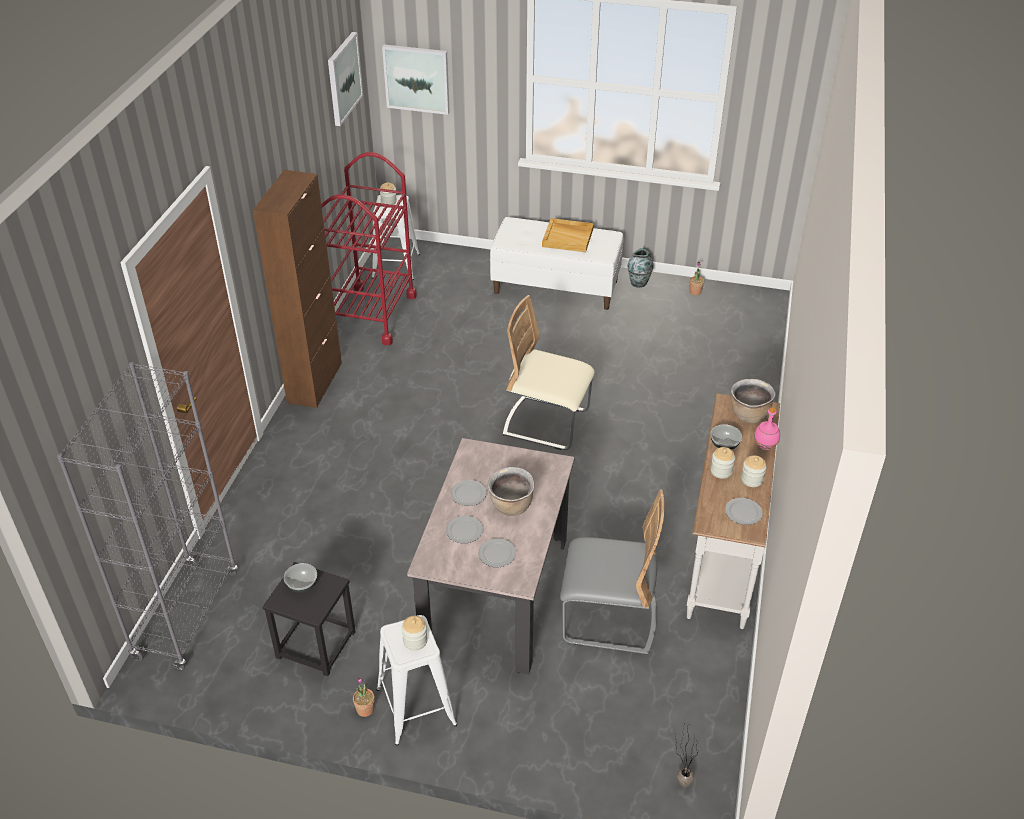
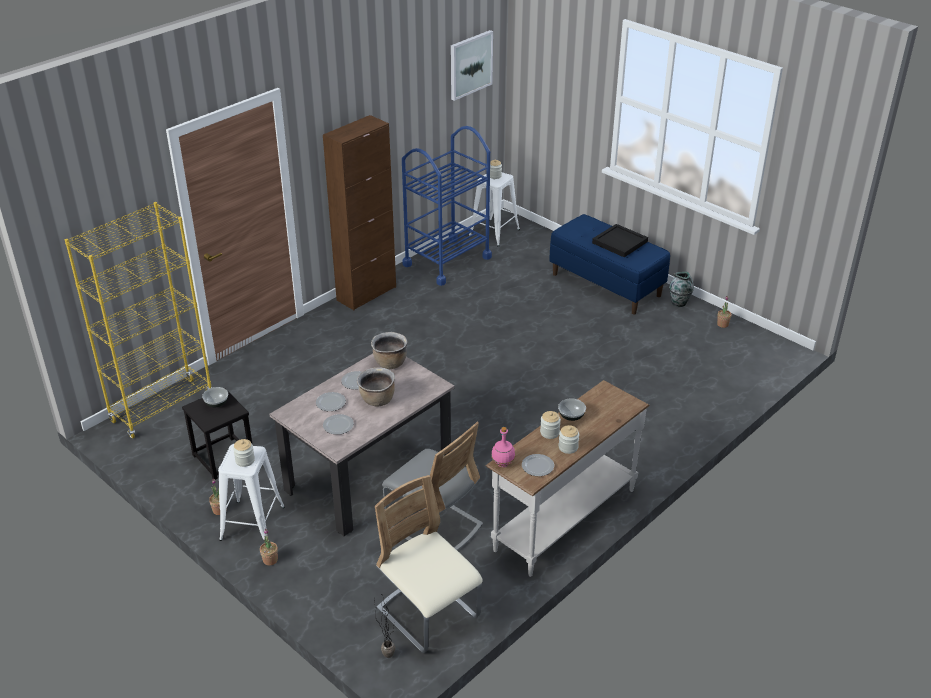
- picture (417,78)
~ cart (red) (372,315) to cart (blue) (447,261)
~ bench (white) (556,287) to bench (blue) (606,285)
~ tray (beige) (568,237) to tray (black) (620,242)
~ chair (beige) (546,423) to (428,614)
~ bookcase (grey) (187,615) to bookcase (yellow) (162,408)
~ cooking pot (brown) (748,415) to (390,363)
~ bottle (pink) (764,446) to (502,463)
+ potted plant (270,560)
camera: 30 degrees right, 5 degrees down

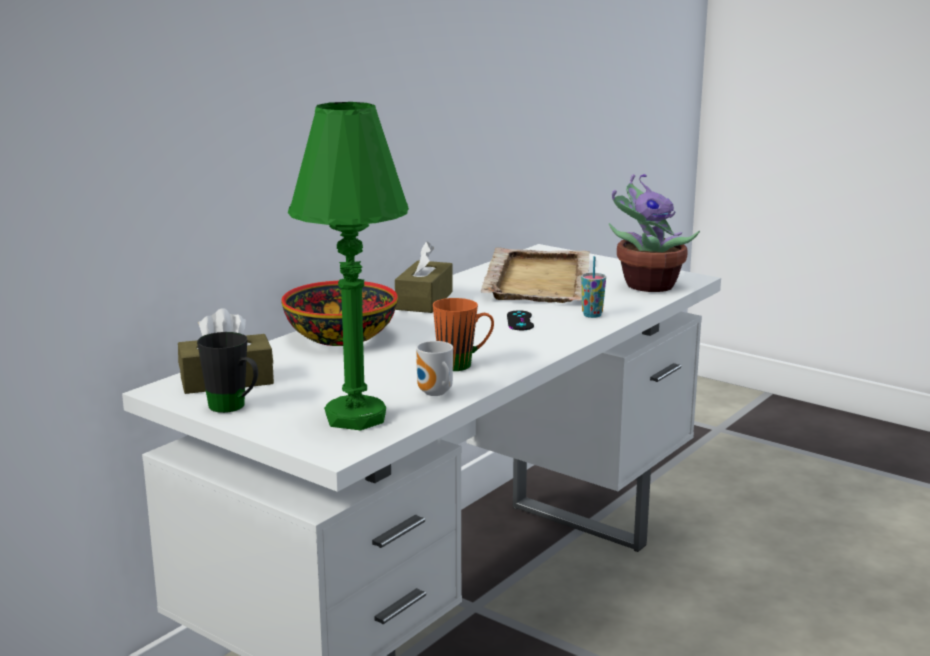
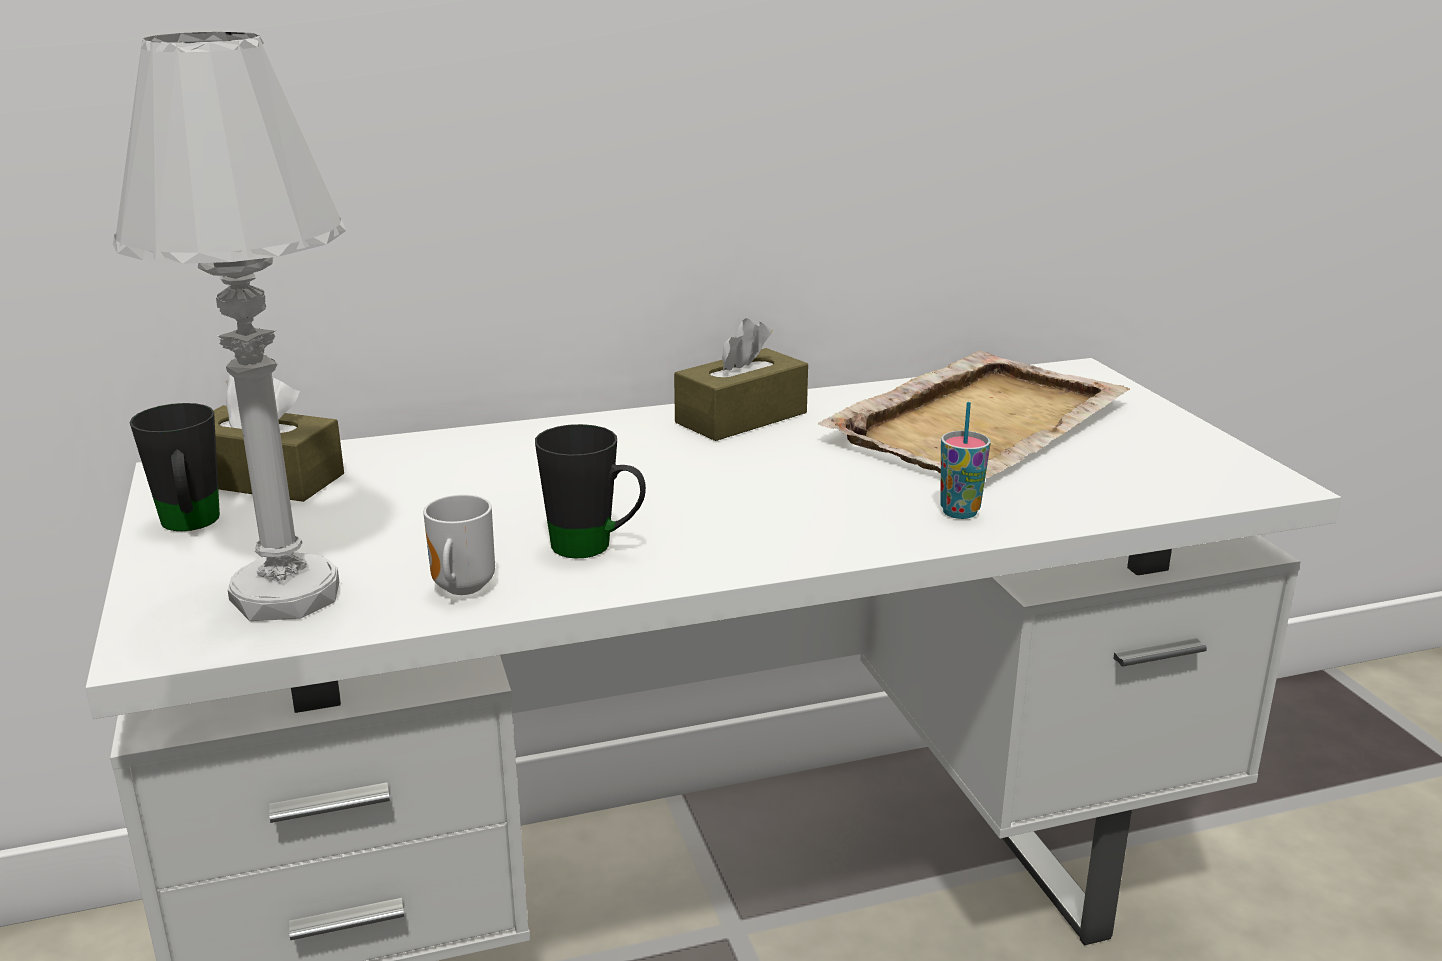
~ table lamp (green) (355,418) to table lamp (white) (285,595)
- potted plant (646,285)
- bowl (339,337)
~ mug (orange) (463,364) to mug (black) (595,548)
- game controller (black) (520,321)
camera: 35 degrees right, 5 degrees up

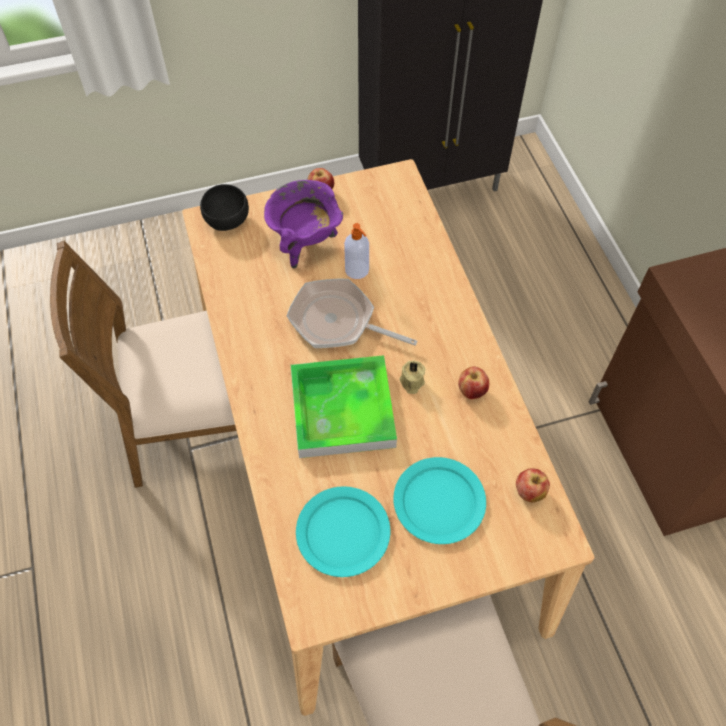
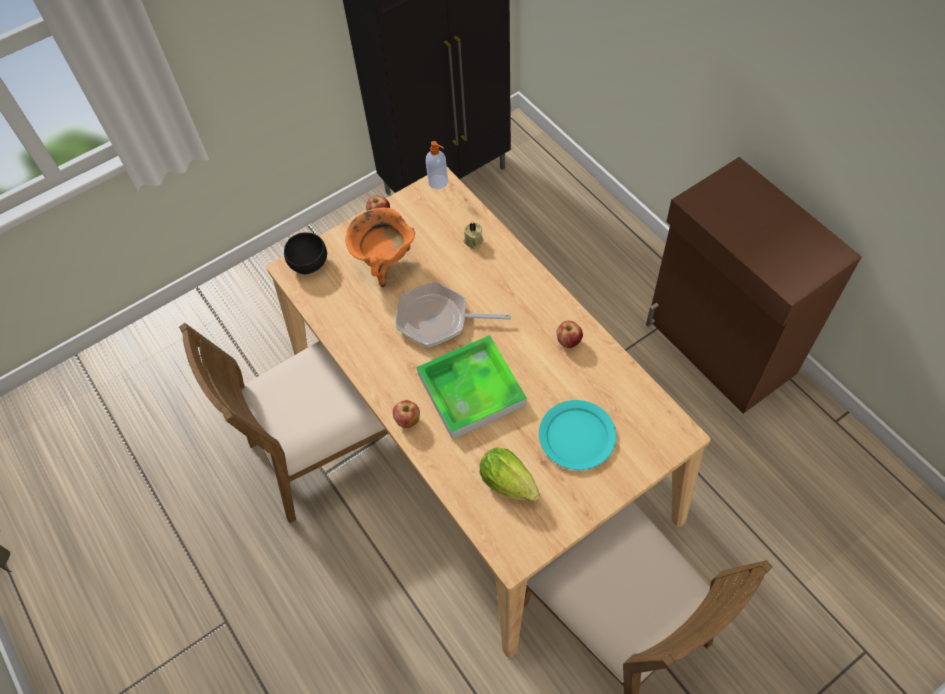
~ cooking pot (purple) (305,244) to cooking pot (orange) (384,263)
~ soap dispenser (357,270) to (438,182)
~ candle (beige) (411,382) to (473,241)
~ apple (529,492) to (407,420)
~ plate (turquoise) (343,532) to lettuce (511,485)
camera: 15 degrees left, 0 degrees up

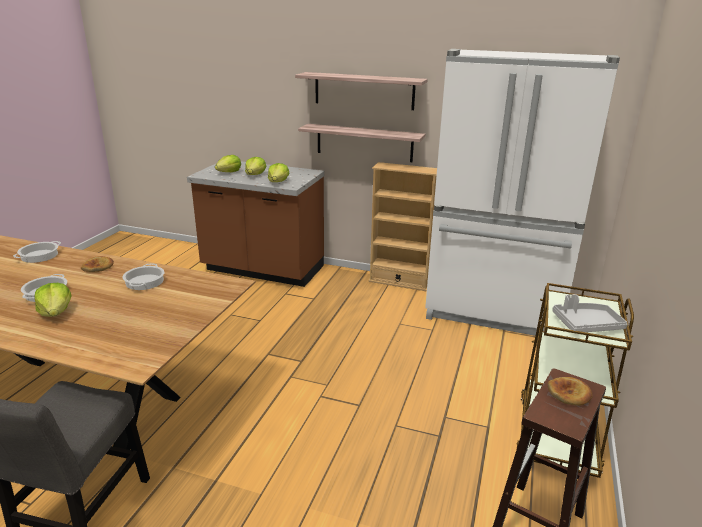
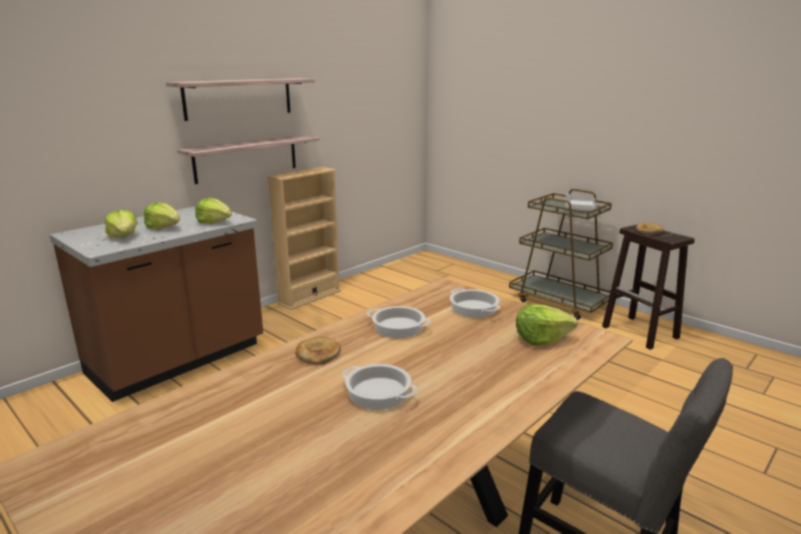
- fridge (white) (494,312)
~ cooking pot (39,255) to (473,308)
~ lettuce (56,312) to (541,339)
camera: 65 degrees left, 5 degrees down

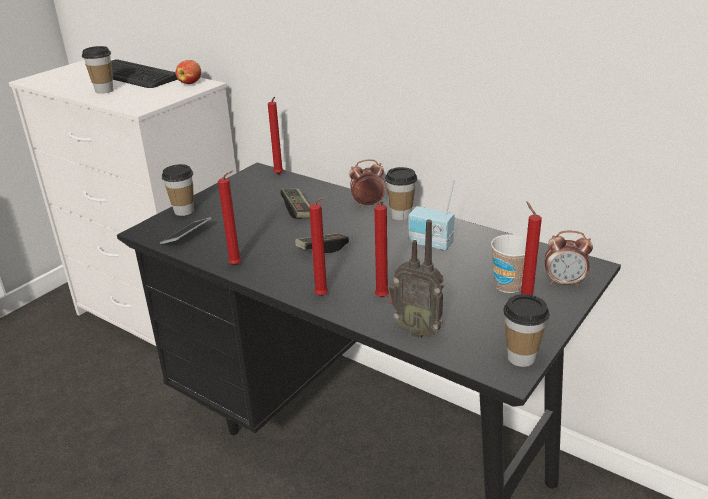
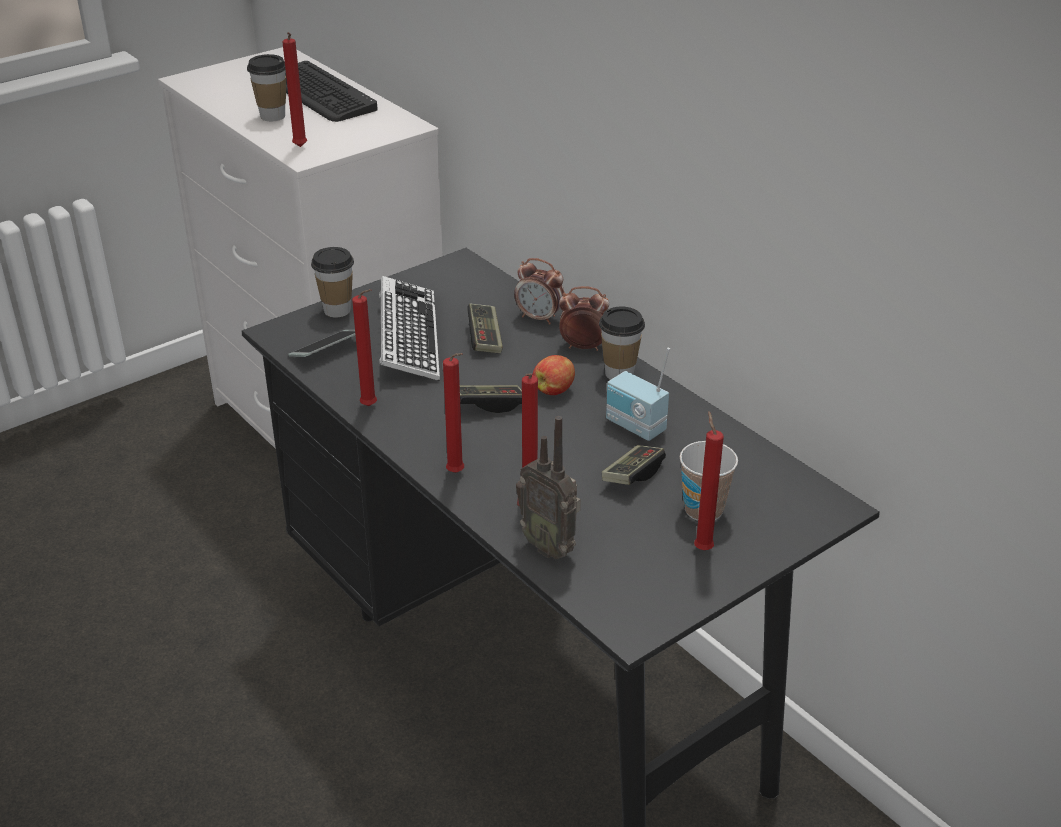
~ apple (190,83) to (554,390)
~ candle (red) (279,175) to (300,148)
~ alarm clock (564,282) to (539,318)
- cup (521,358)
+ keyboard (408,337)
+ game controller (632,475)
camera: 15 degrees right, 5 degrees up

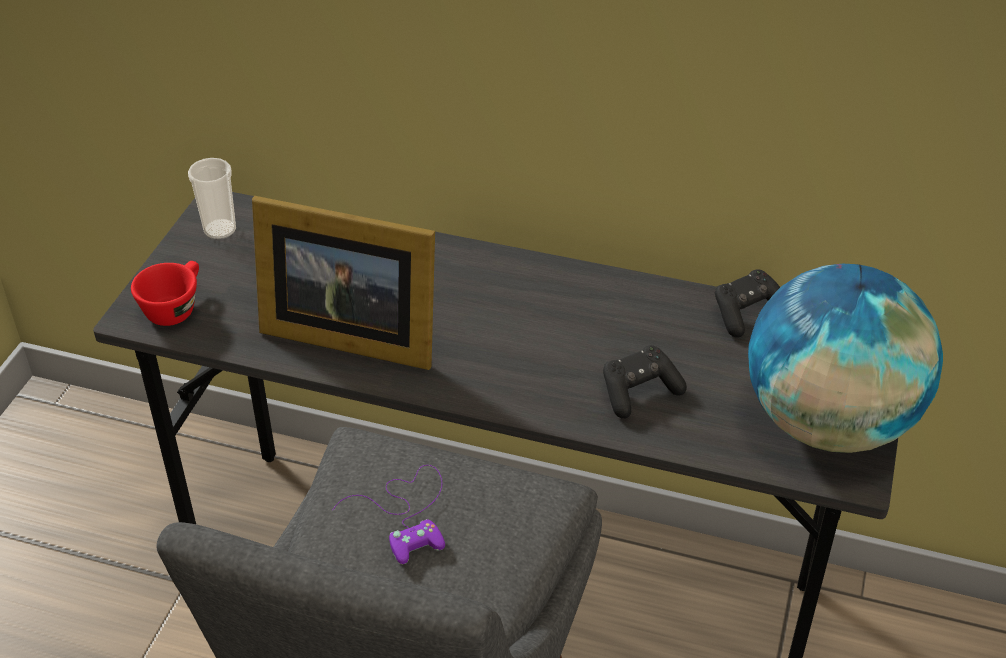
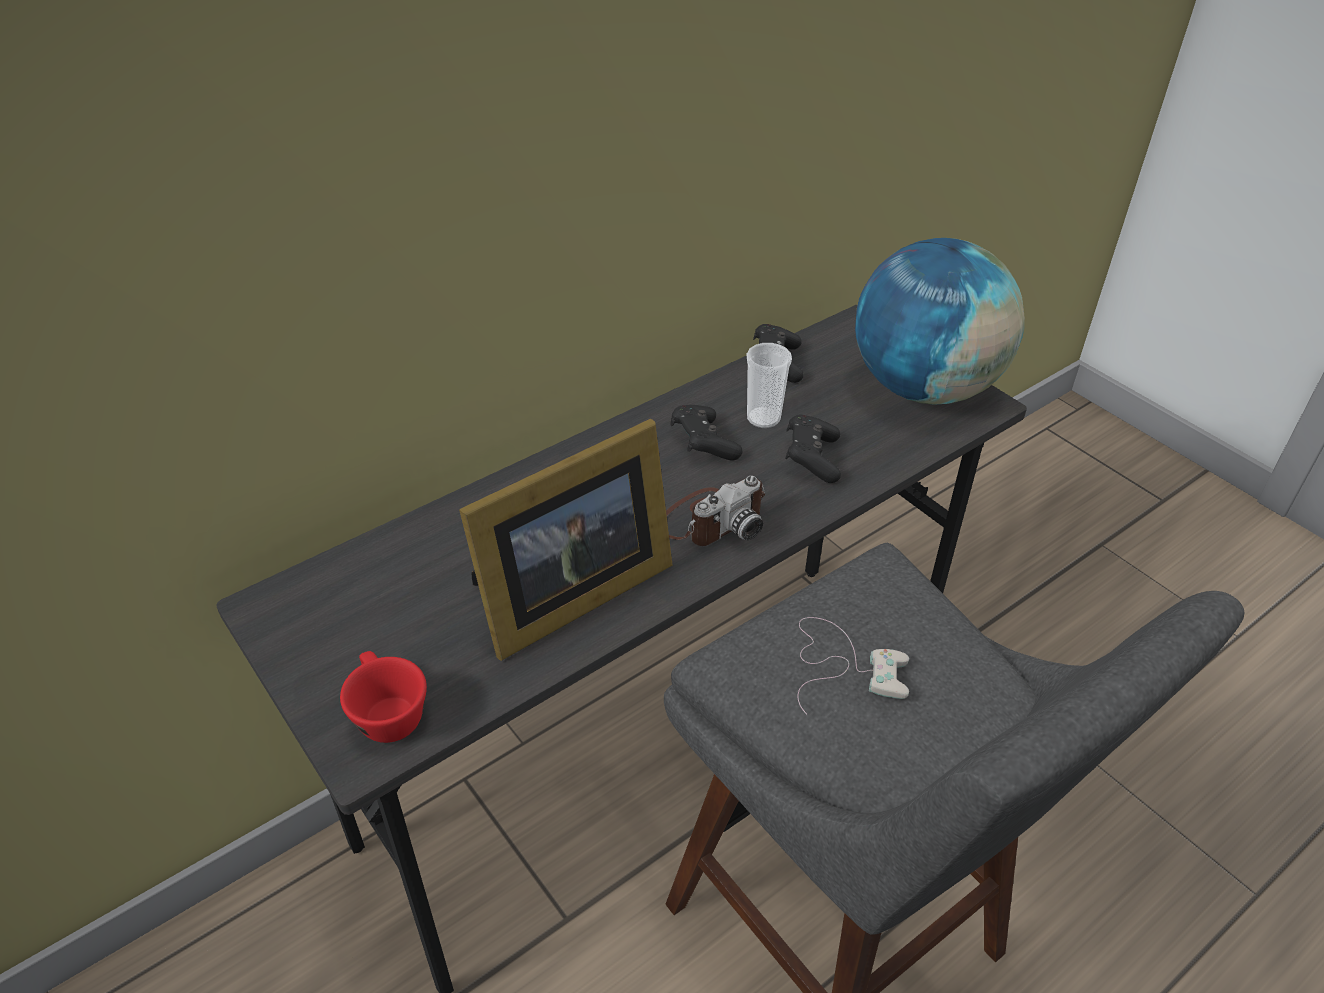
~ cup (220,229) to (763,418)
~ game controller (purple) (407,513) to game controller (white) (843,664)
+ game controller (black) (703,444)
+ photo camera (712,520)
camera: 55 degrees left, 0 degrees up

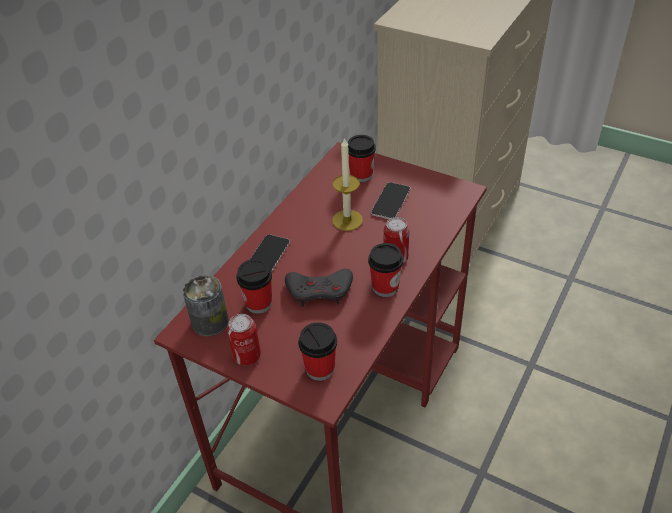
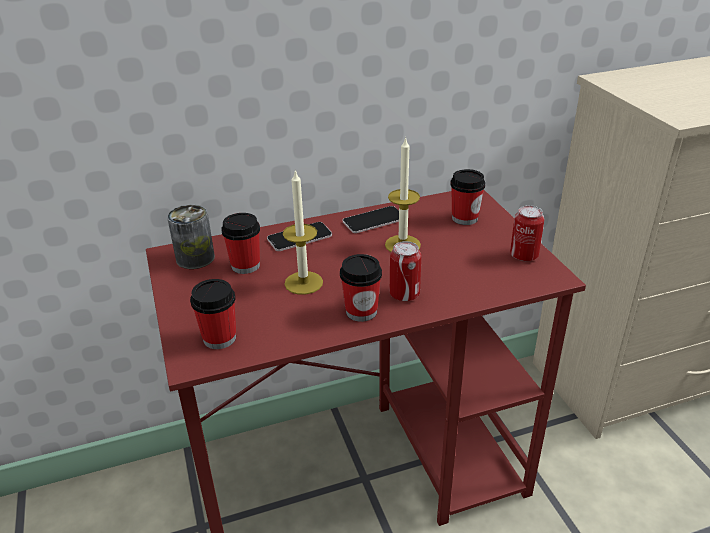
~ phone (390,201) to (373,220)
~ game controller (grey) (319,290) to candle (303,283)
~ can (247,355) to (524,255)
camera: 40 degrees right, 10 degrees down

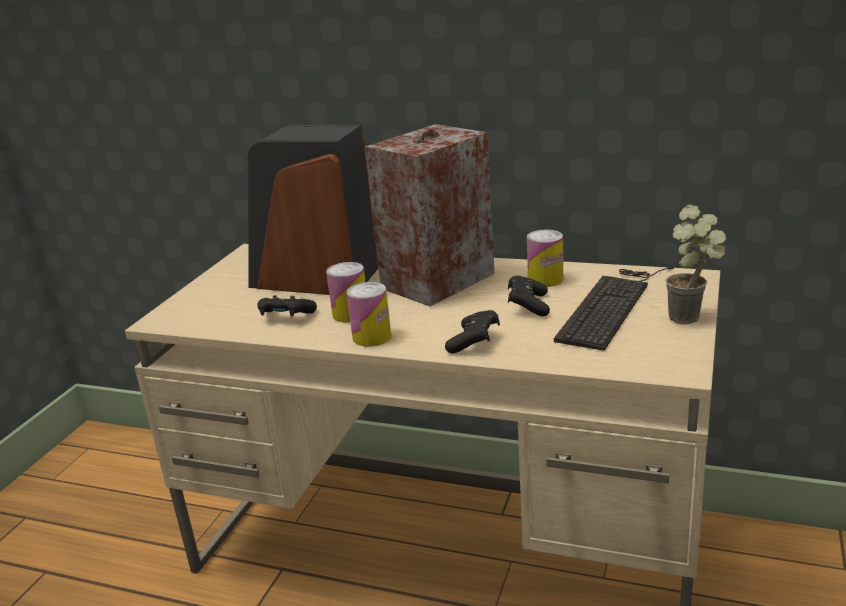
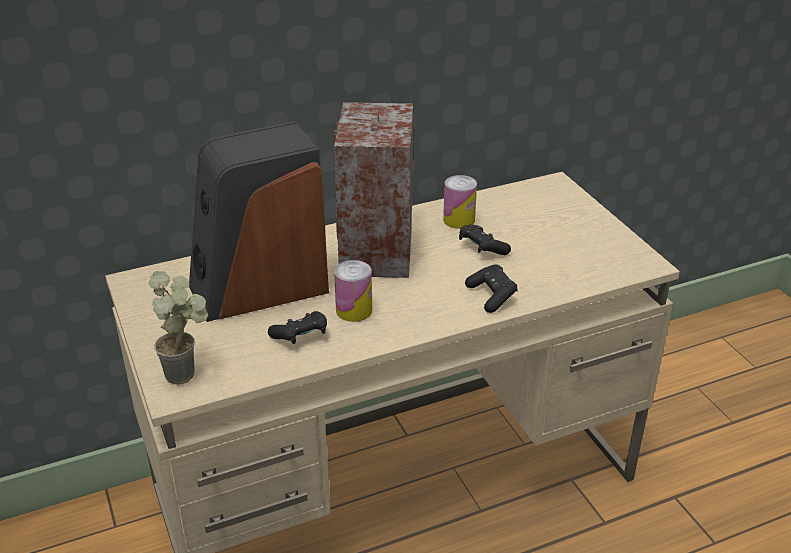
~ potted plant (693,319) to (189,373)
- keyboard (612,304)
- can (372,337)
camera: 45 degrees left, 10 degrees up

